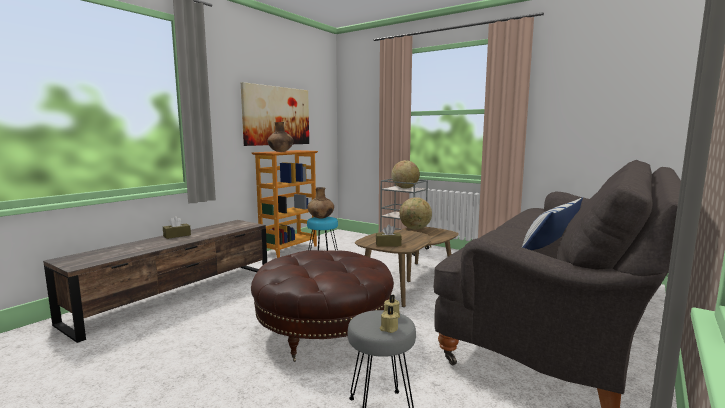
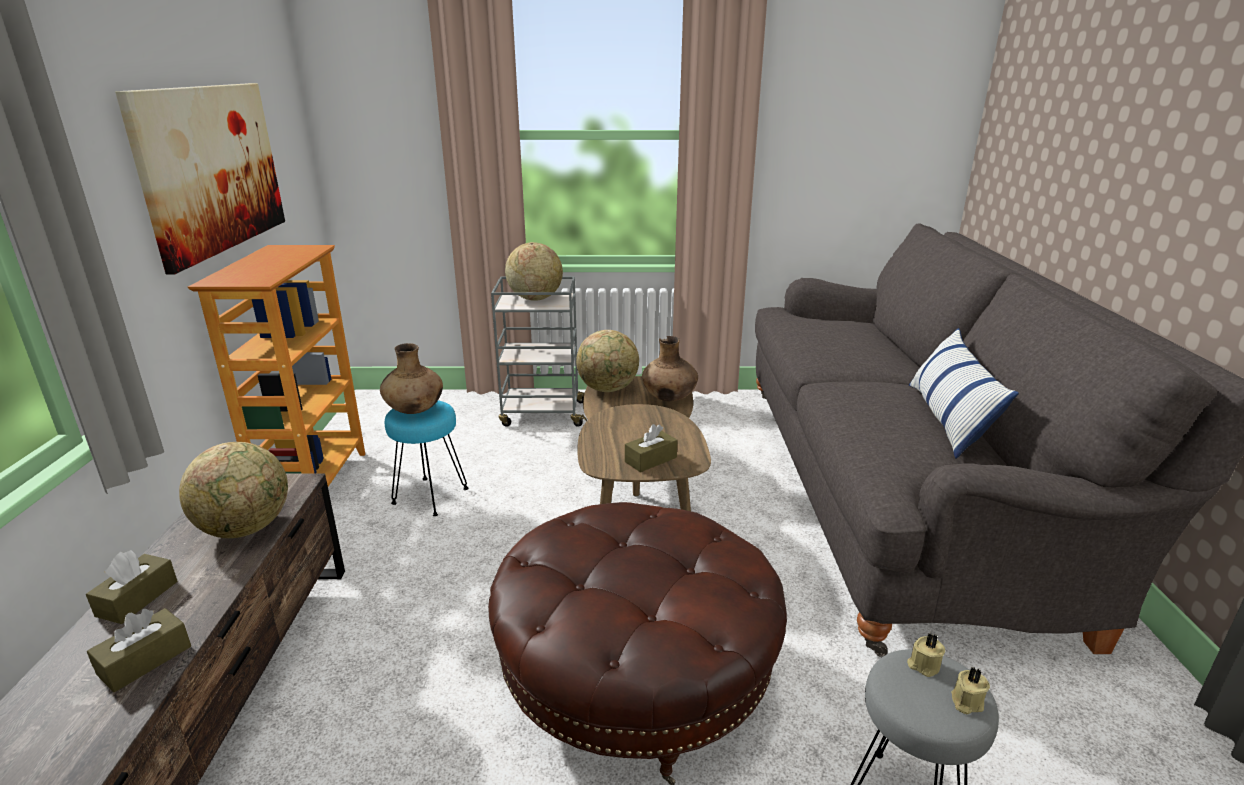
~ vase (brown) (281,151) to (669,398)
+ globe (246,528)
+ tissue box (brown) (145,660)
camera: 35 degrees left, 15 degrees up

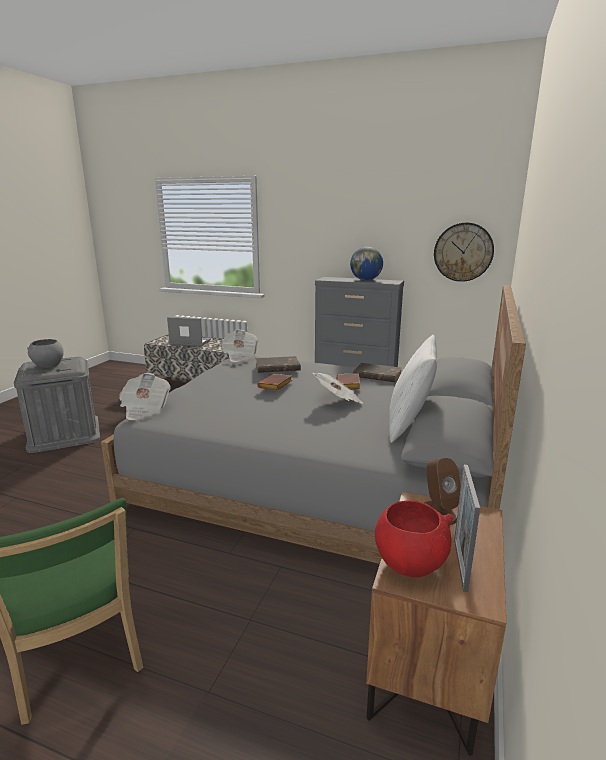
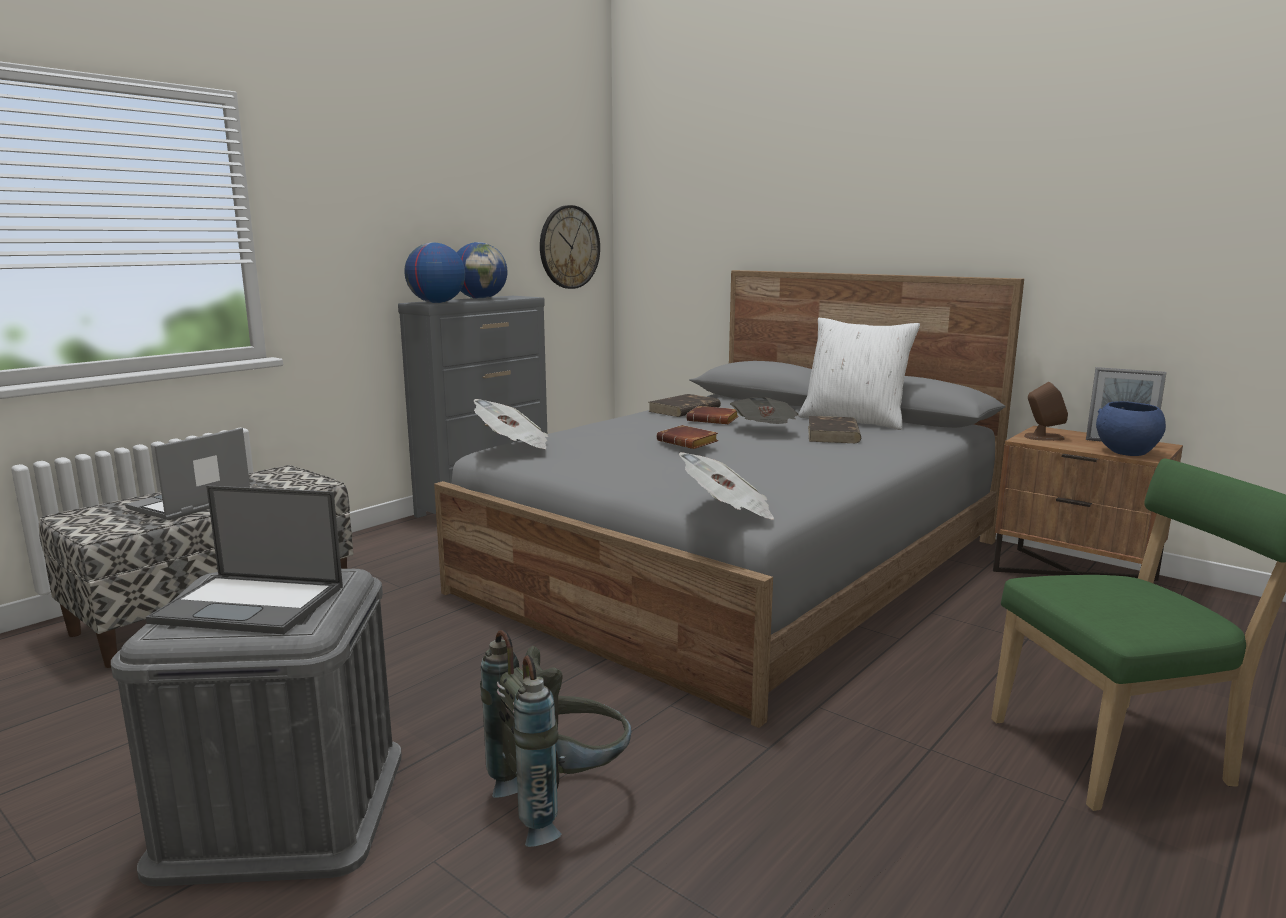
~ bowl (grey) (48,365) to laptop (252,604)
~ book (brown) (277,367) to (833,434)
~ bowl (red) (409,563) to bowl (blue) (1126,452)
+ globe (436,303)
+ backpack (grey) (561,801)
camera: 70 degrees left, 5 degrees down

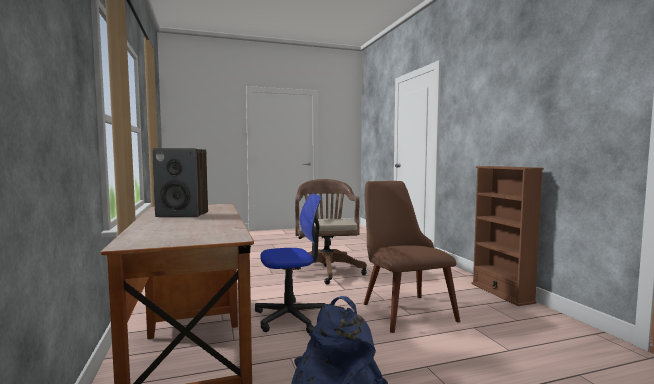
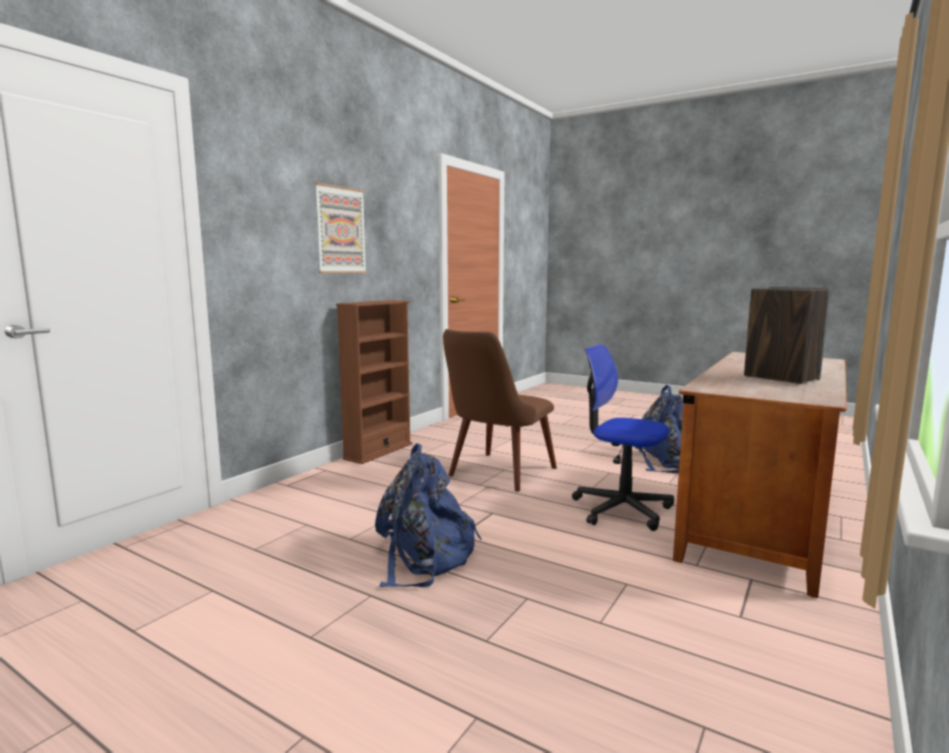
~ office chair (brown) (326,270) to backpack (blue) (424,557)
+ picture (340,230)
camera: 130 degrees left, 5 degrees up

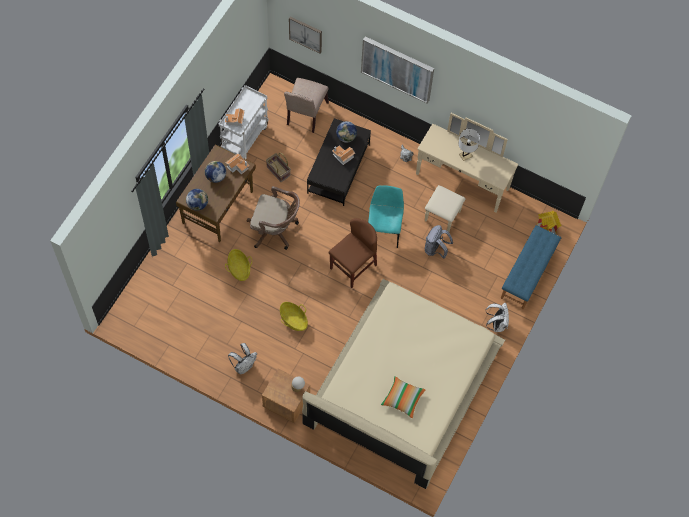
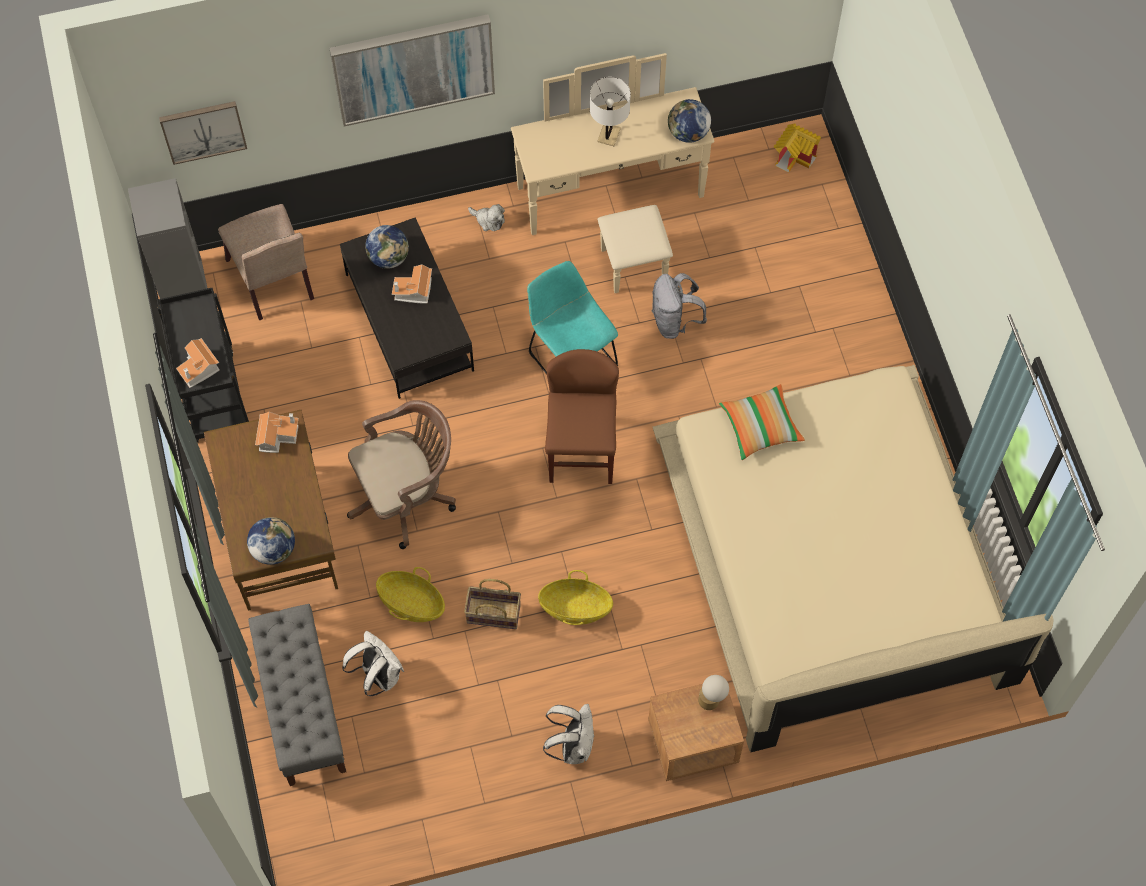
~ cart (white) (244,137) to cart (black) (212,393)
~ basket (278,171) to (493,614)
~ globe (215,177) to (688,133)
- bench (blue) (528,274)
~ backpack (white) (496,324) to (378,675)
~ pillow (402,399) to (760,427)
+ bookcase (grey) (182,286)
+ bench (grey) (302,706)
camera: 40 degrees left, 0 degrees up

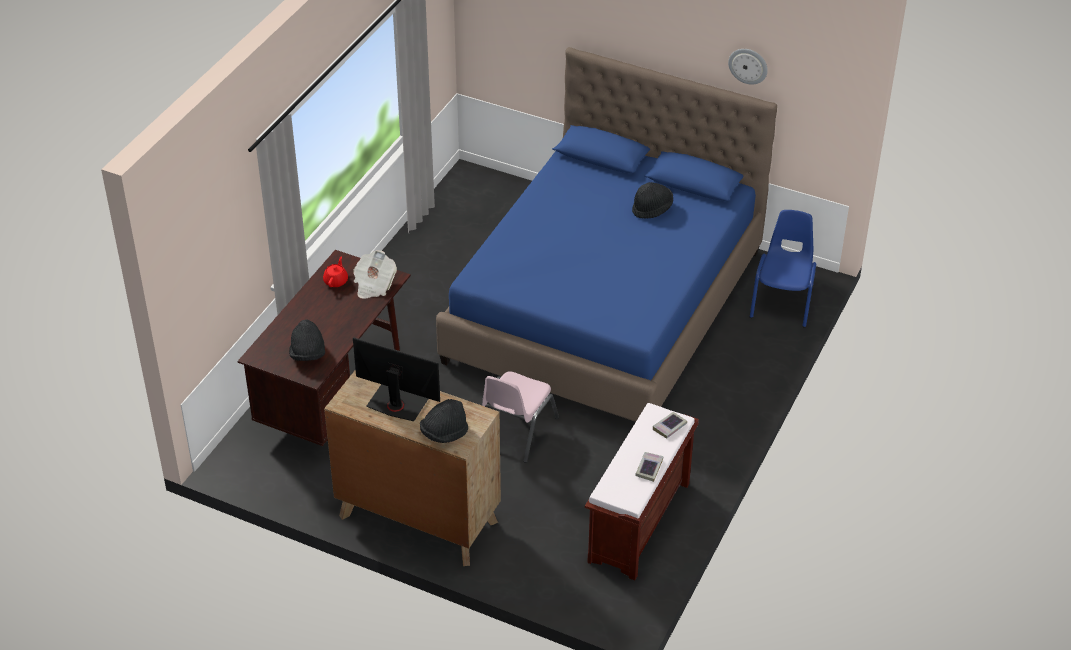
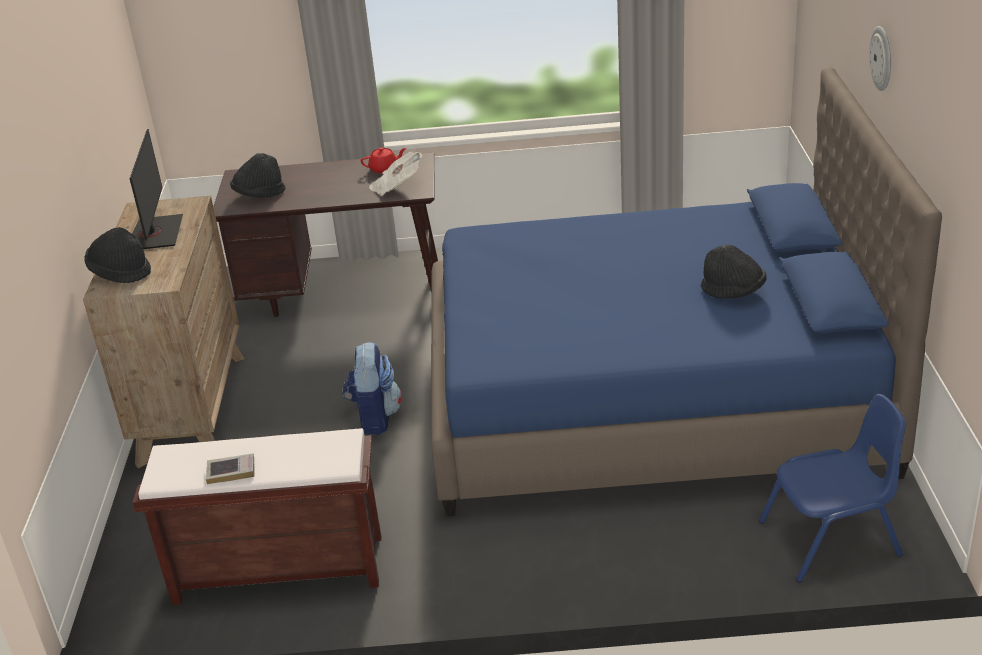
~ wall clock (748,65) to (882,58)
~ chair (pink) (516,431) to backpack (374,417)
- book (669,427)
camera: 65 degrees right, 10 degrees down

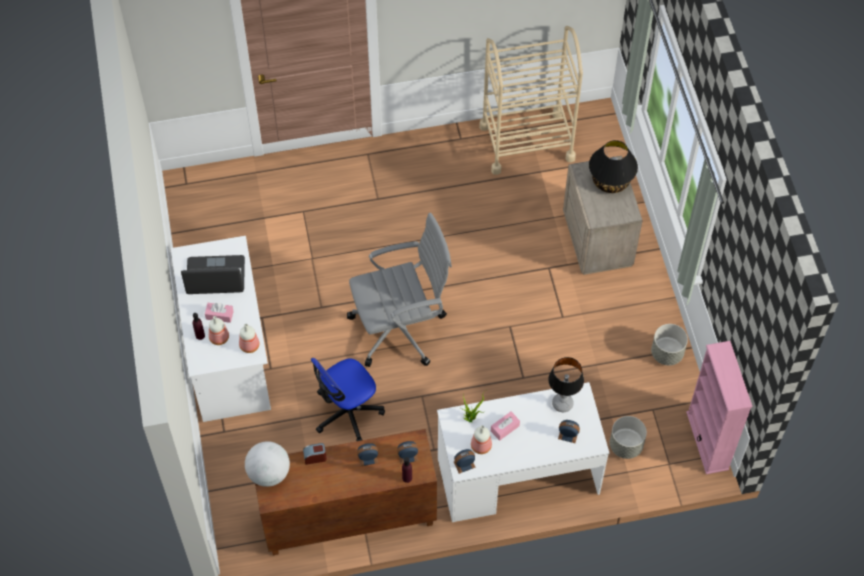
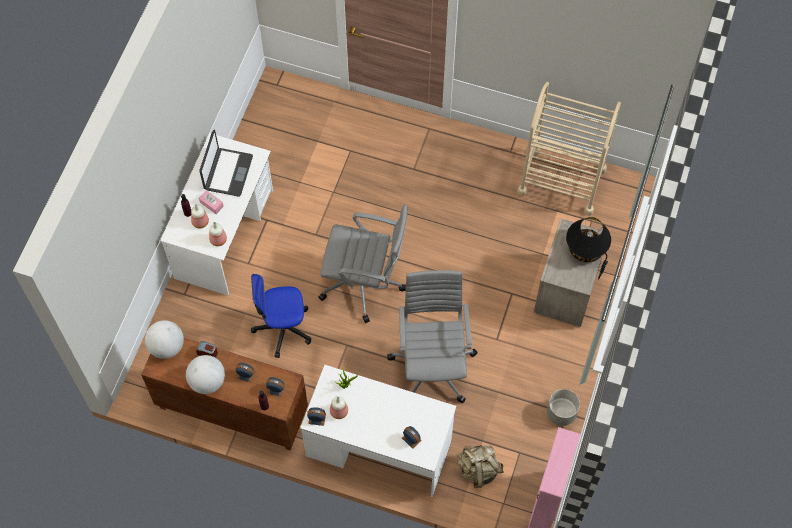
~ laptop (215,277) = (227,172) 75 degrees clockwise
- table lamp (563,404)
- tissue box (pink) (505,428)
~ planter (grey) (626,445) to backpack (beige) (478,470)
+ office chair (grey) (433,365)
+ globe (207,381)
camera: 30 degrees right, 5 degrees up

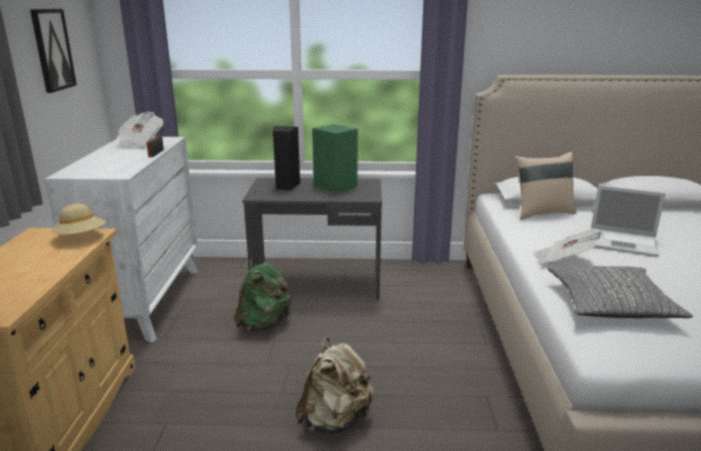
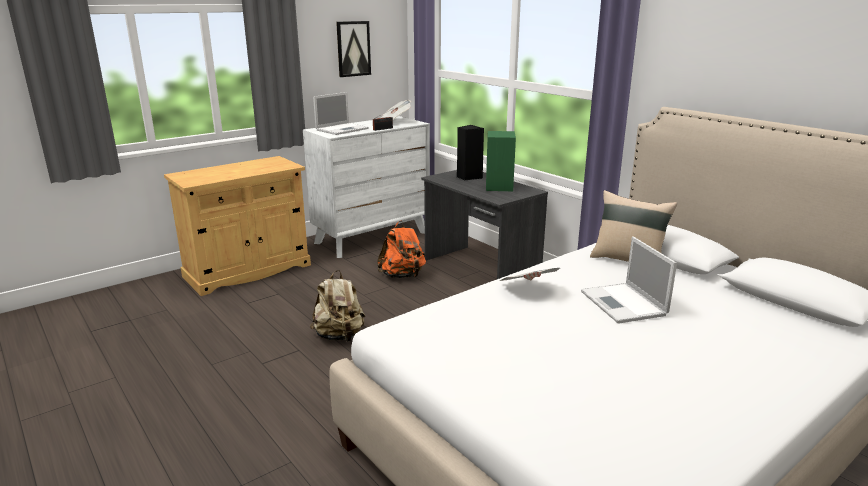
- hat (beige) (81,237)
~ backpack (green) (264,324) to backpack (orange) (402,276)
- pillow (grey) (610,303)
+ laptop (342,129)
camera: 50 degrees right, 0 degrees up

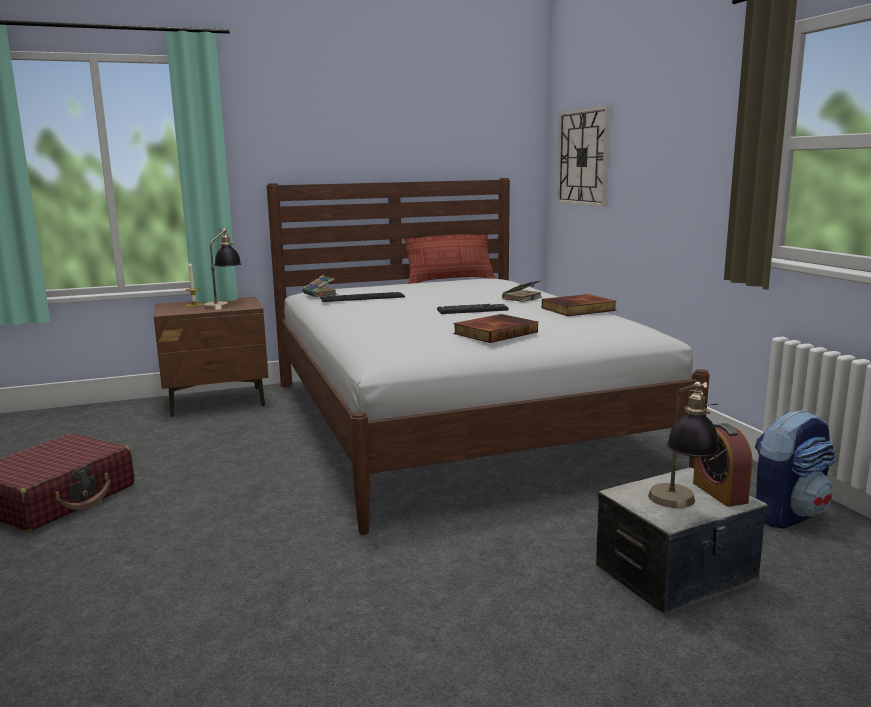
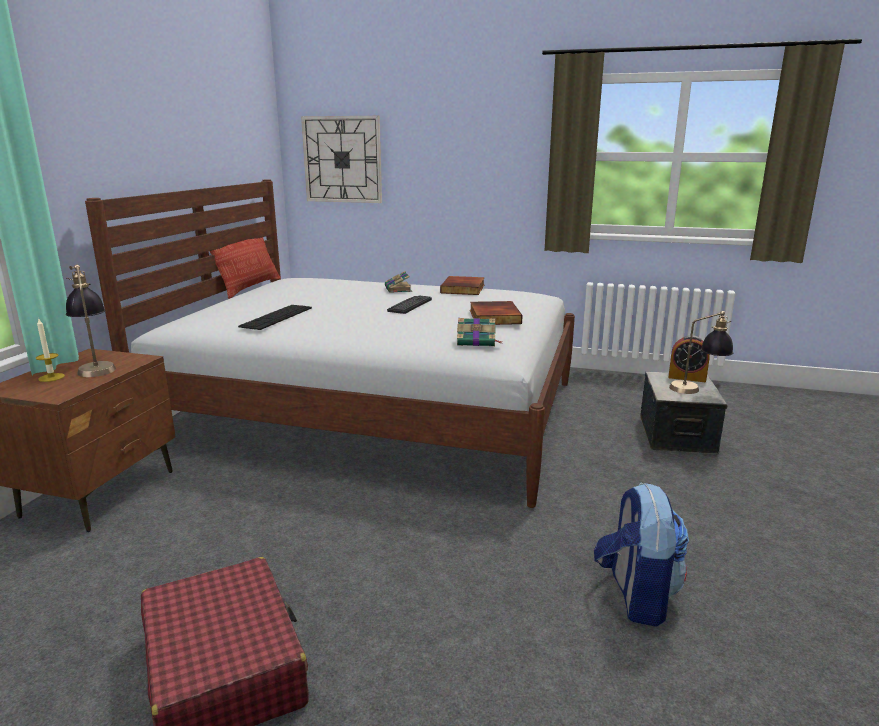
~ book (320,294) to (477,341)
~ backpack (787,514) to (636,596)
camera: 55 degrees left, 5 degrees up

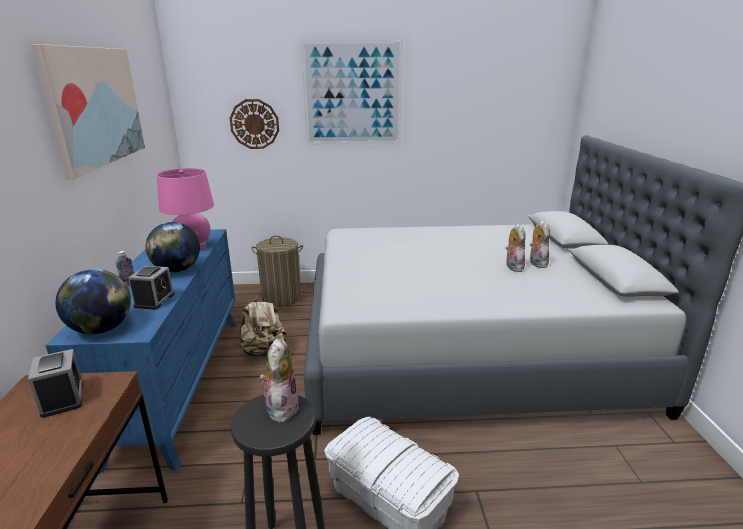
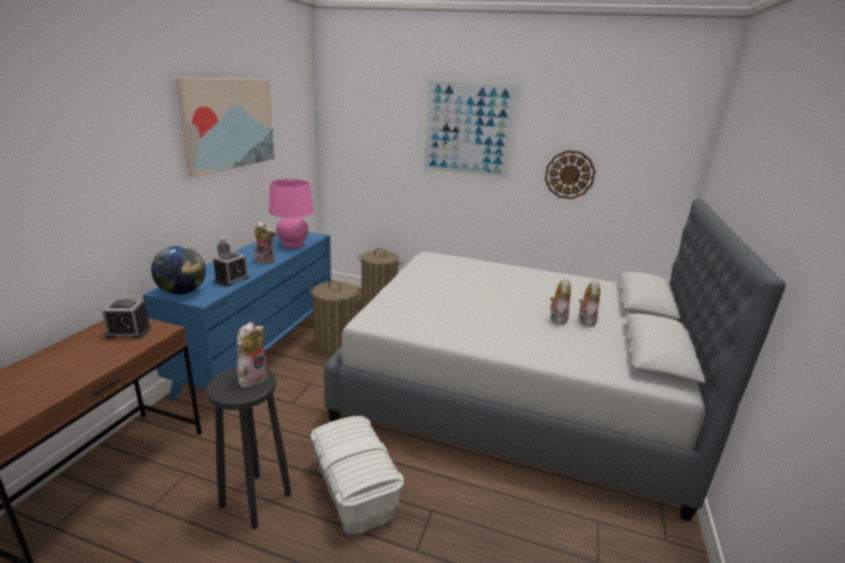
~ wall clock (254,124) to (569,174)
~ globe (177,270) to plush toy (266,260)
~ backpack (beige) (264,352) to laundry basket (336,346)
~ alarm clock (63,398) = (129,332) 90 degrees clockwise
camera: 20 degrees right, 0 degrees up

